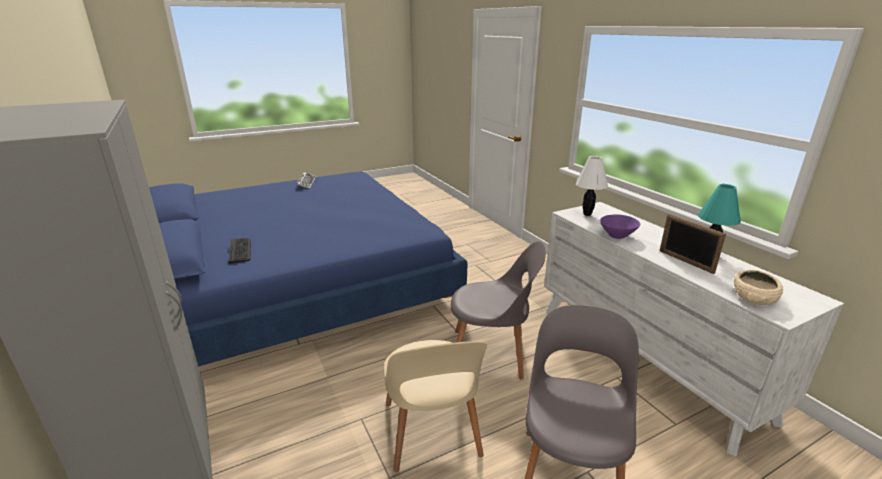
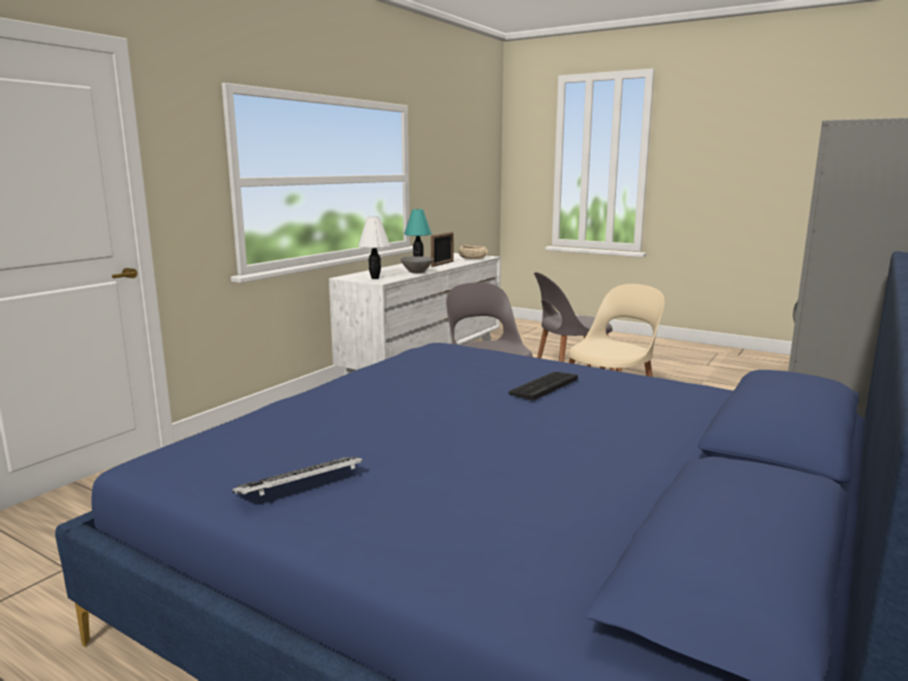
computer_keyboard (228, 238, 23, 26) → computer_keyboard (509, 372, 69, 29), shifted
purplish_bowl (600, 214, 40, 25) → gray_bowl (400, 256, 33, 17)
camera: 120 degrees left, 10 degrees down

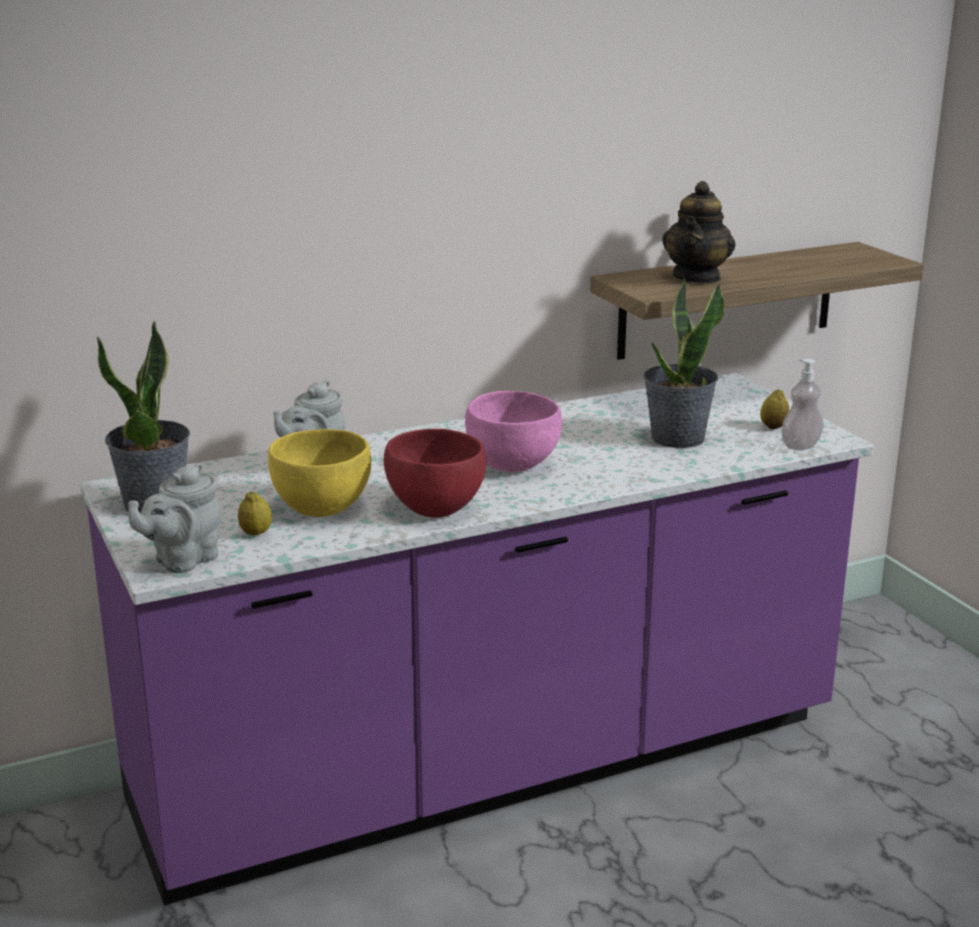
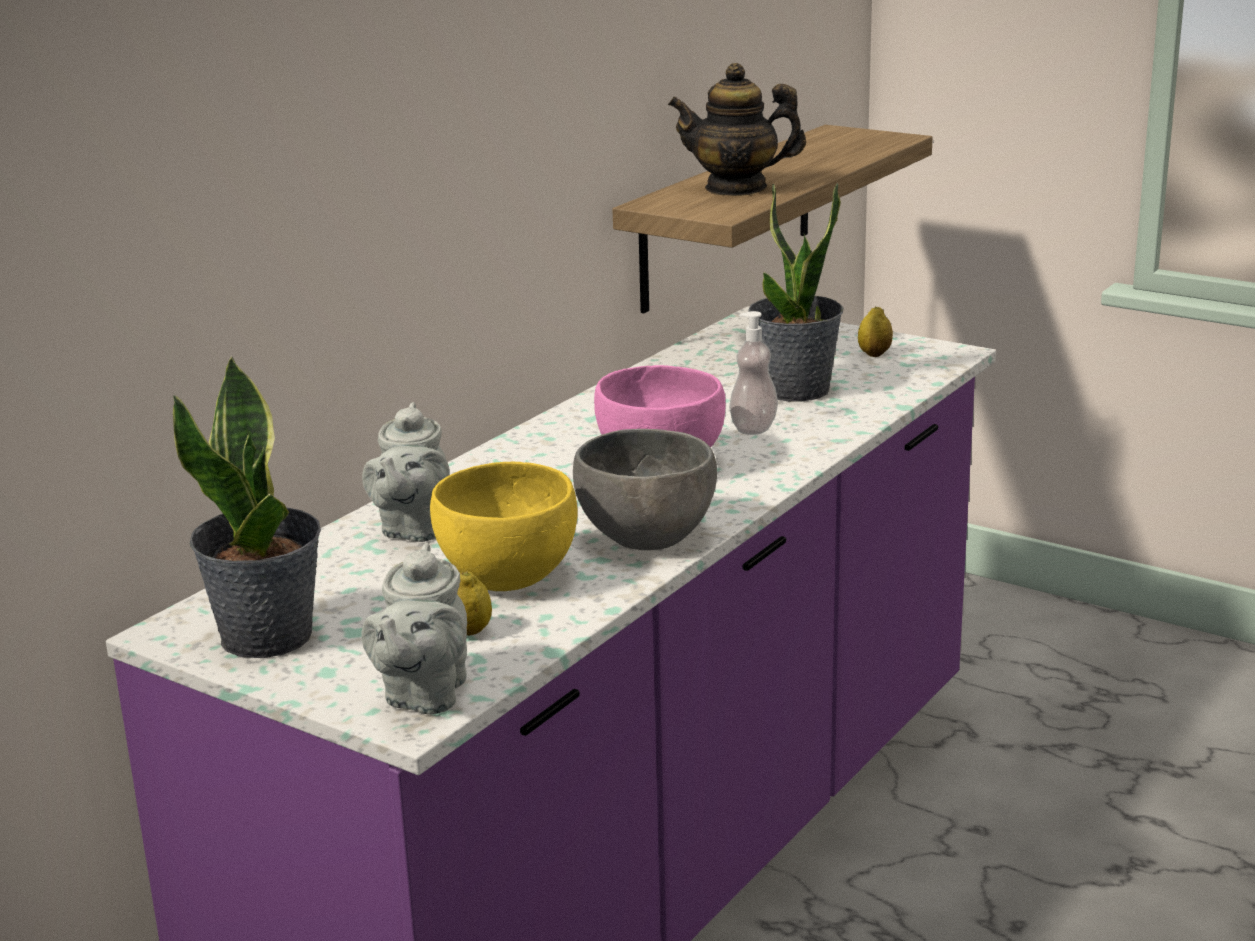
red-coloured_bowl (384, 429, 102, 88) → gray_bowl (573, 429, 144, 121)
pot_for_tea (662, 181, 74, 103) → pot_for_tea (668, 63, 138, 133), 105 degrees clockwise
liquid_soap_bottle (781, 359, 43, 91) → liquid_soap_bottle (729, 311, 49, 124), shifted
camera: 30 degrees left, 0 degrees up

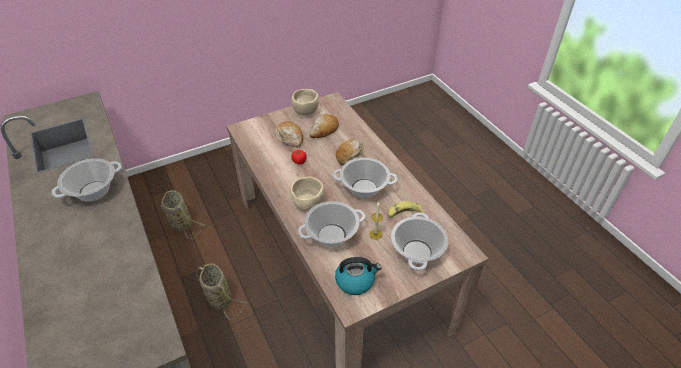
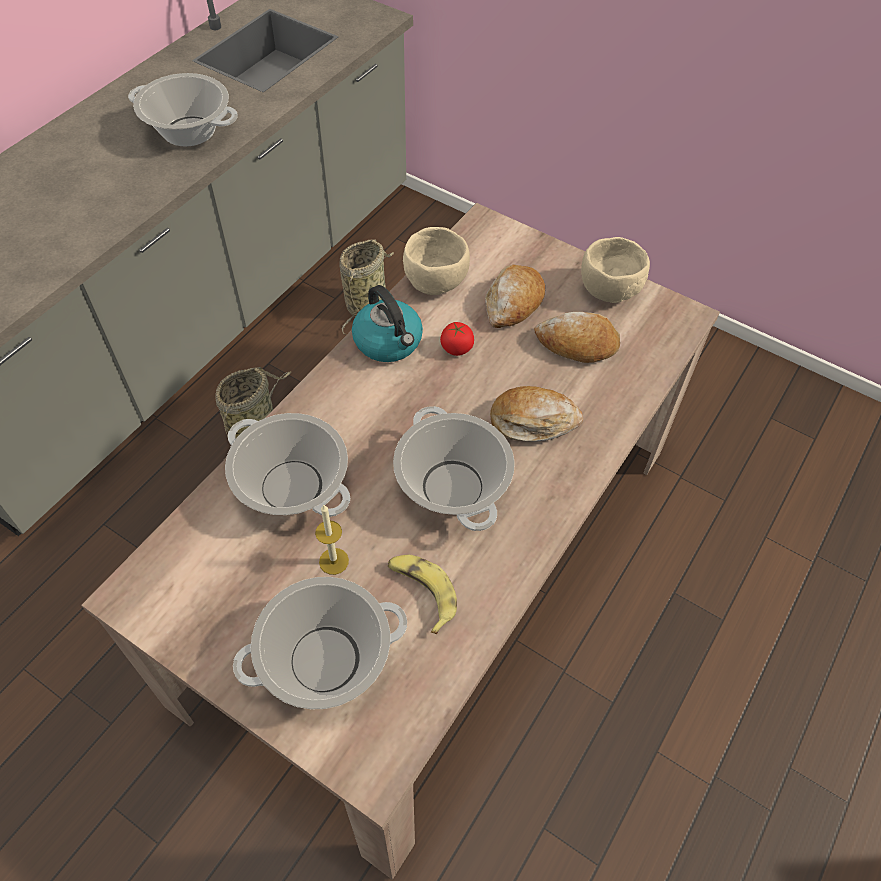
beige_bowl (290, 176, 34, 36) → beige_bowl (403, 227, 67, 68), shifted
tea_kettle (335, 257, 47, 38) → tea_kettle (352, 285, 71, 77), shifted
camera: 60 degrees right, 10 degrees up

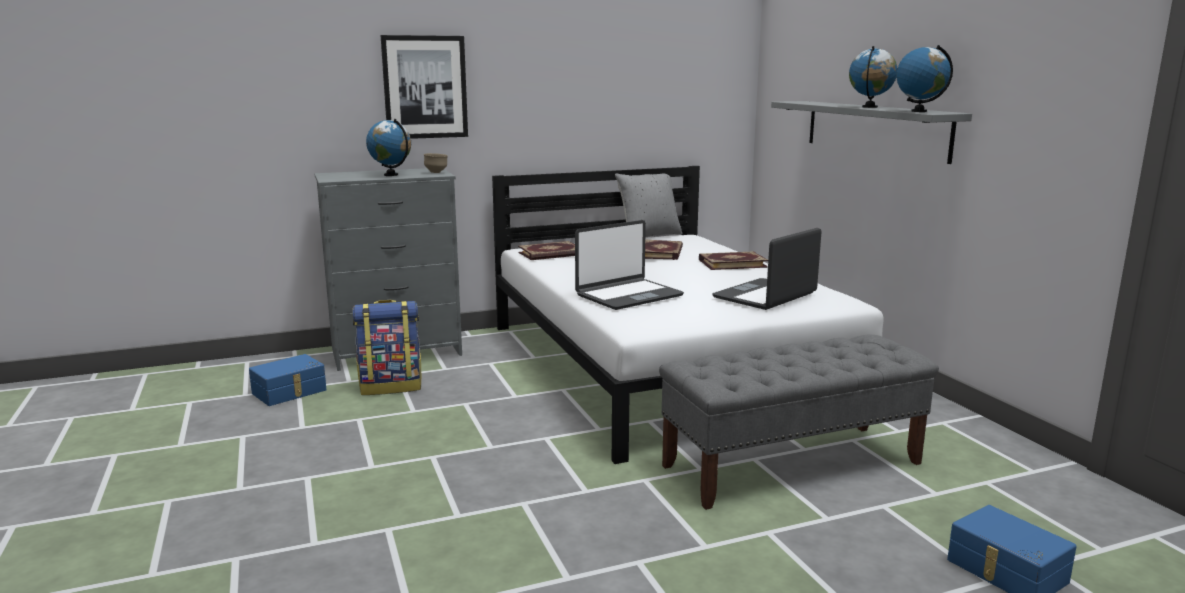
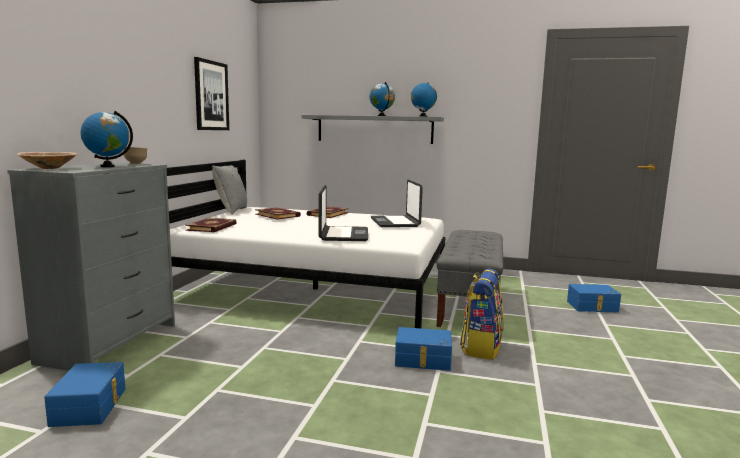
backpack (352, 300, 69, 95) → backpack (460, 269, 44, 91), shifted
wall_art (381, 35, 87, 104) → wall_art (194, 57, 35, 73), shifted
- → beige_bowl (17, 152, 60, 17)
- → blue_storage_box (395, 327, 57, 44)
camera: 55 degrees left, 5 degrees down

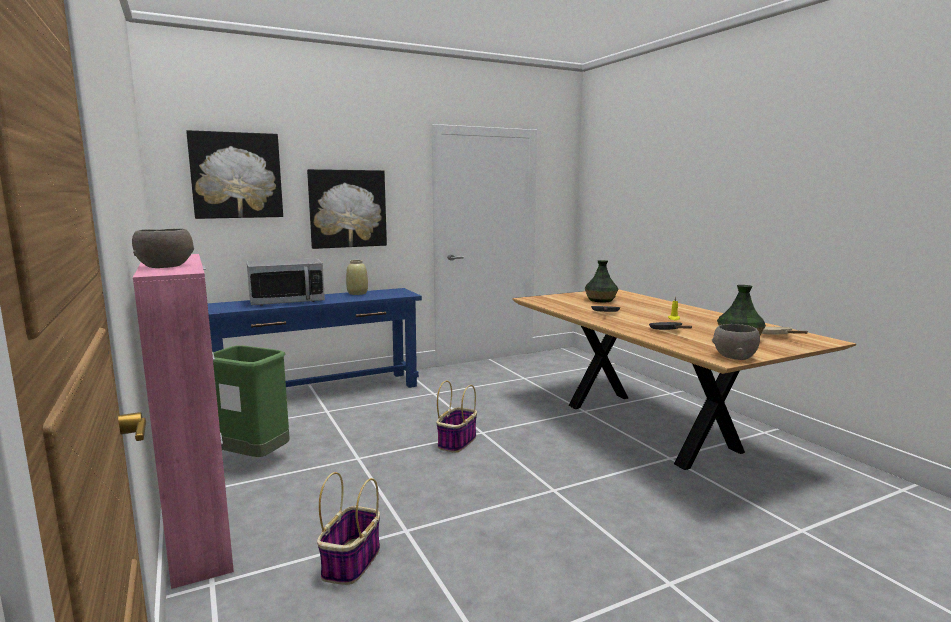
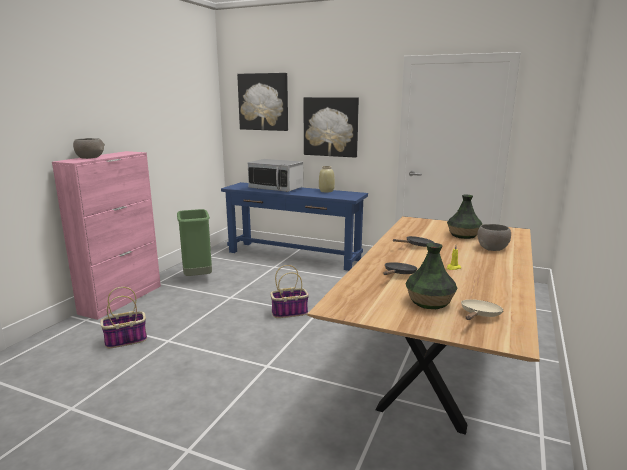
gray_bowl (712, 324, 48, 36) → gray_bowl (477, 224, 34, 27), shifted
camera: 50 degrees right, 5 degrees up

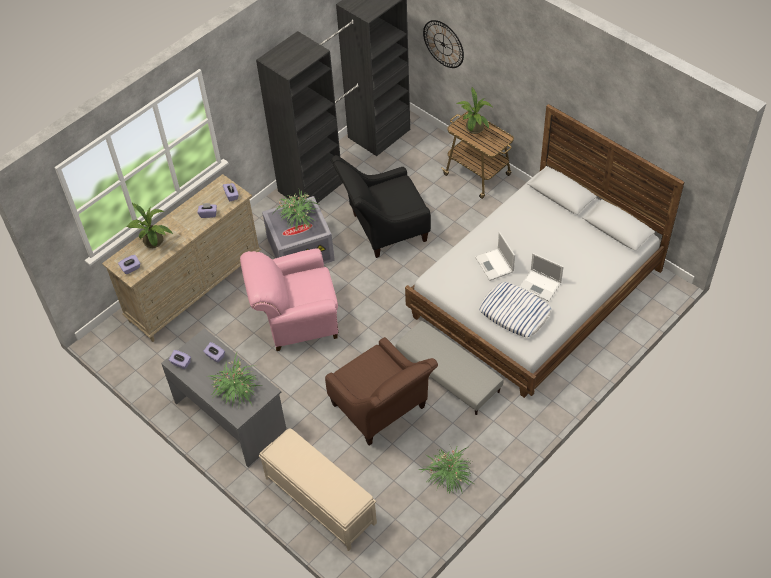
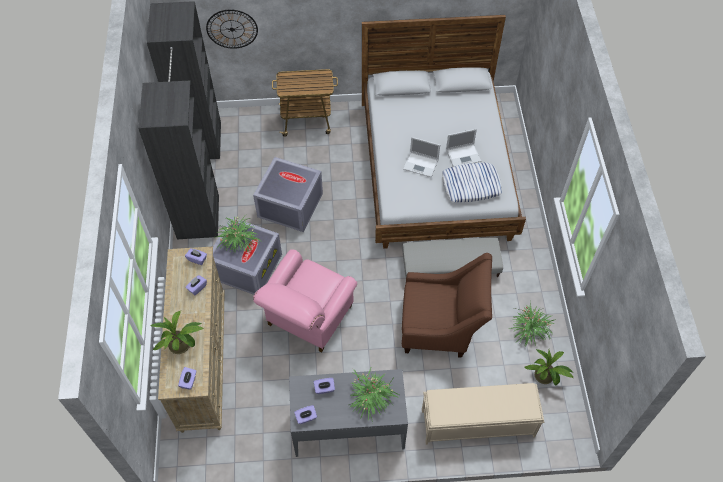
black-coloured_lounge_chair (331, 155, 100, 103) → gray_storage_box (253, 157, 70, 75)
houseplant (457, 87, 35, 47) → houseplant (524, 349, 49, 36), shifted
camera: 50 degrees left, 5 degrees up

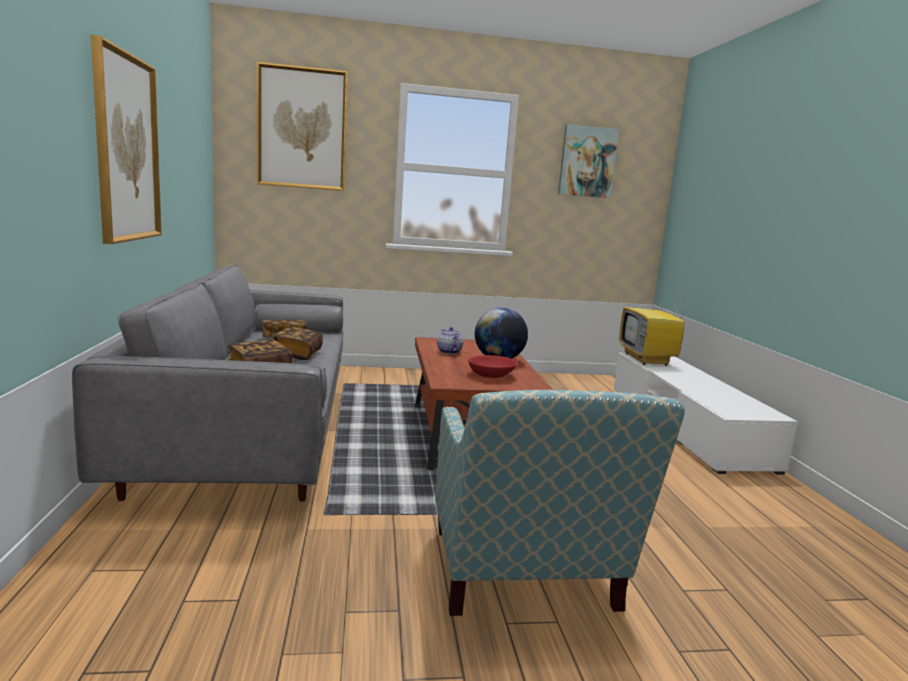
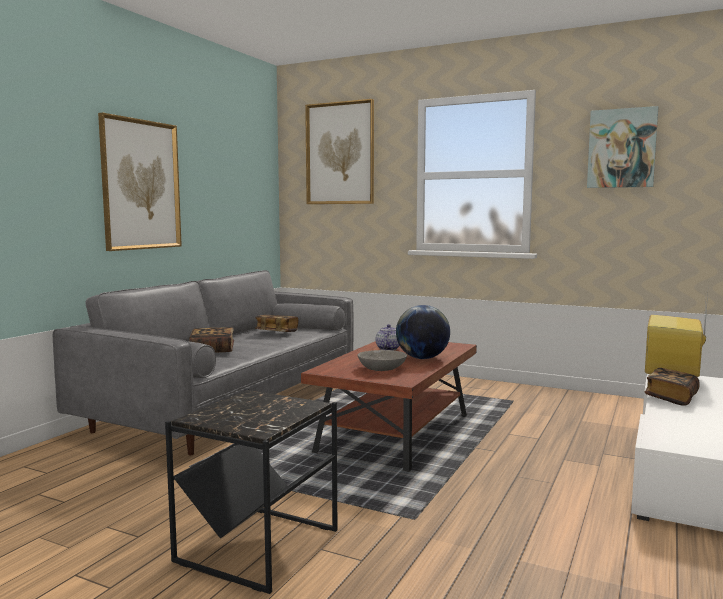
volume (273, 327, 50, 33) → volume (645, 368, 54, 38), shifted
lounge_chair (435, 390, 250, 226) → black-coloured_end_table (165, 389, 172, 205)
red-coloured_bowl (468, 355, 50, 23) → gray_bowl (358, 350, 49, 21)
camera: 35 degrees right, 5 degrees down

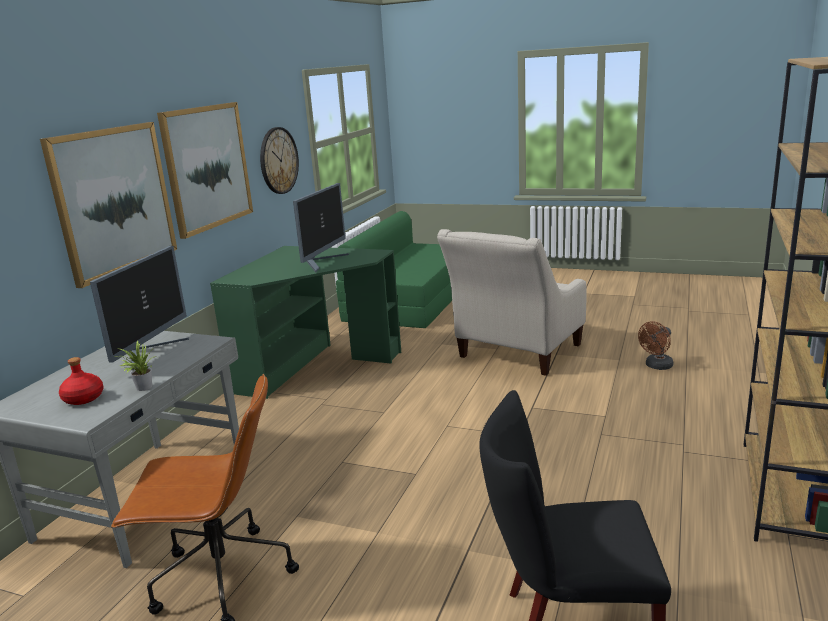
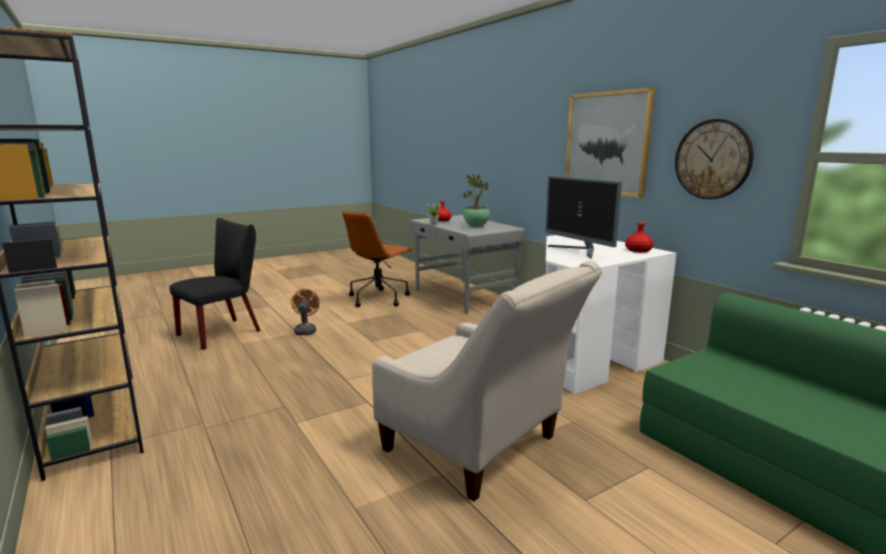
wall_art (40, 122, 137, 166) → -
monitor (90, 246, 99, 124) → houseplant (462, 174, 28, 53)
green_desk_unit (210, 246, 191, 153) → white-coloured_desk_unit (546, 235, 131, 160)
beige_lounge_chair (437, 229, 150, 147) → beige_lounge_chair (372, 261, 230, 240), 150 degrees clockwise
brown-coloured_cooling_fan (638, 321, 35, 49) → brown-coloured_cooling_fan (291, 289, 29, 46), shifted
- → red-coloured_beverage_bottle (625, 222, 29, 30)
camera: 125 degrees right, 5 degrees down

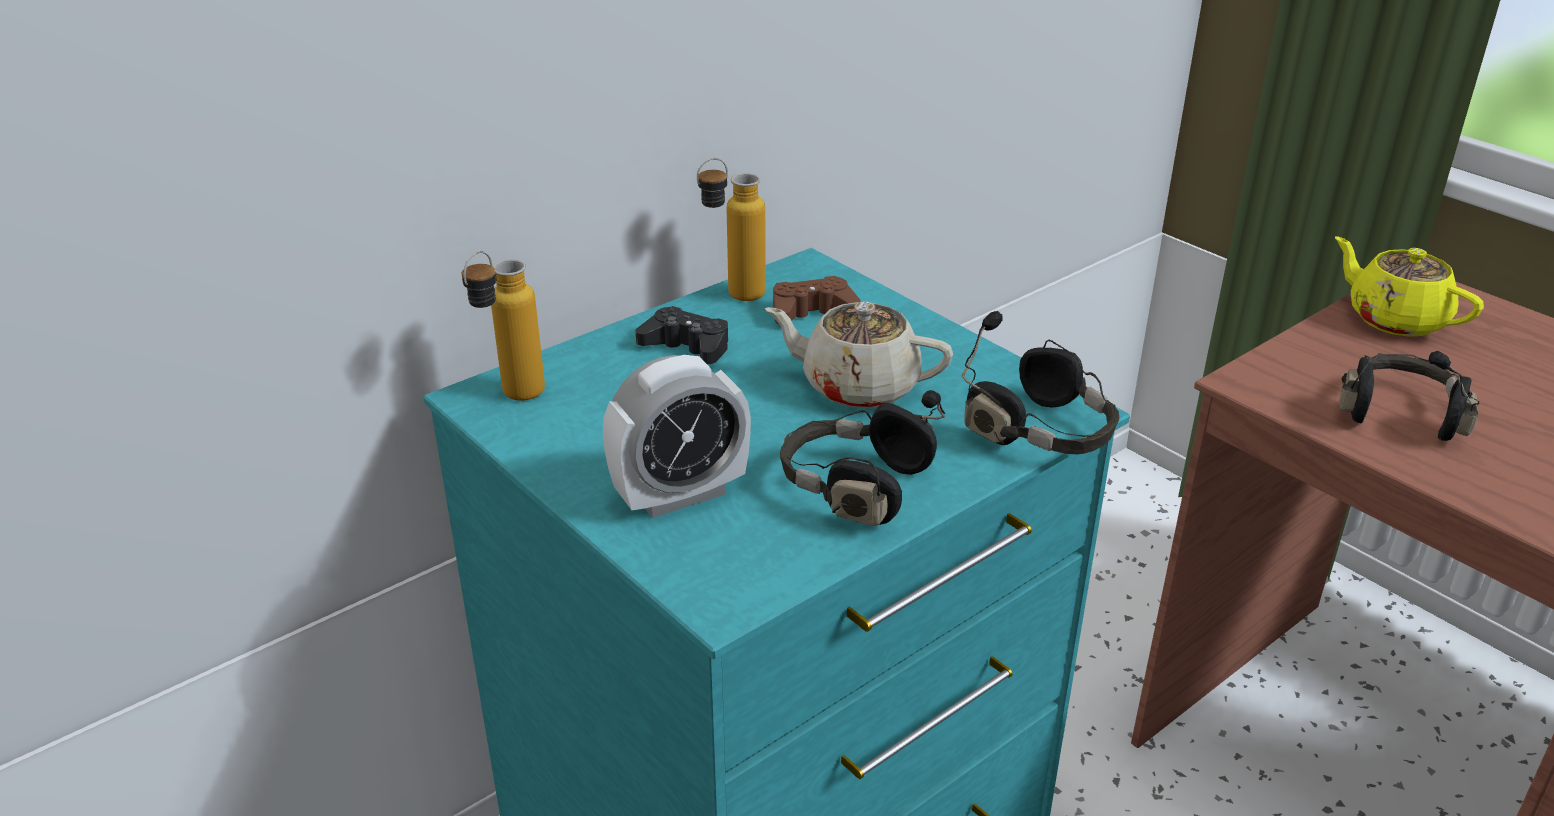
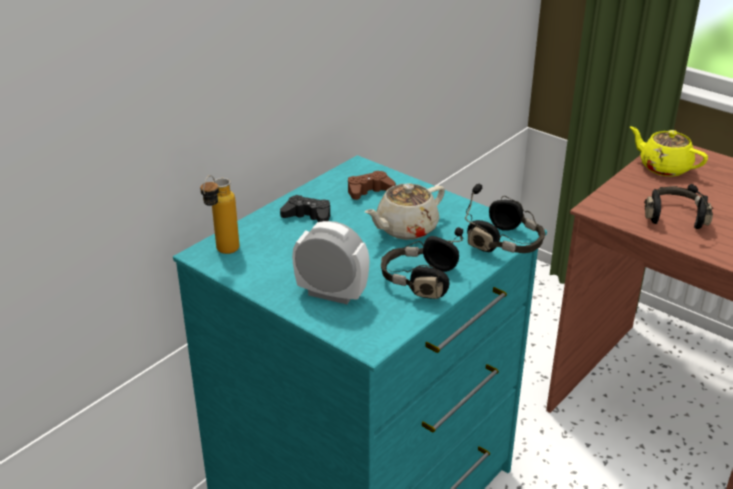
bedside_clock (603, 355, 148, 163) → bedside_clock (292, 221, 78, 83), 120 degrees counterclockwise
beverage_bottle (697, 158, 69, 143) → -
beige_pot_for_tea (765, 302, 188, 107) → beige_pot_for_tea (365, 183, 80, 57), 45 degrees counterclockwise
camera: 10 degrees left, 0 degrees up

